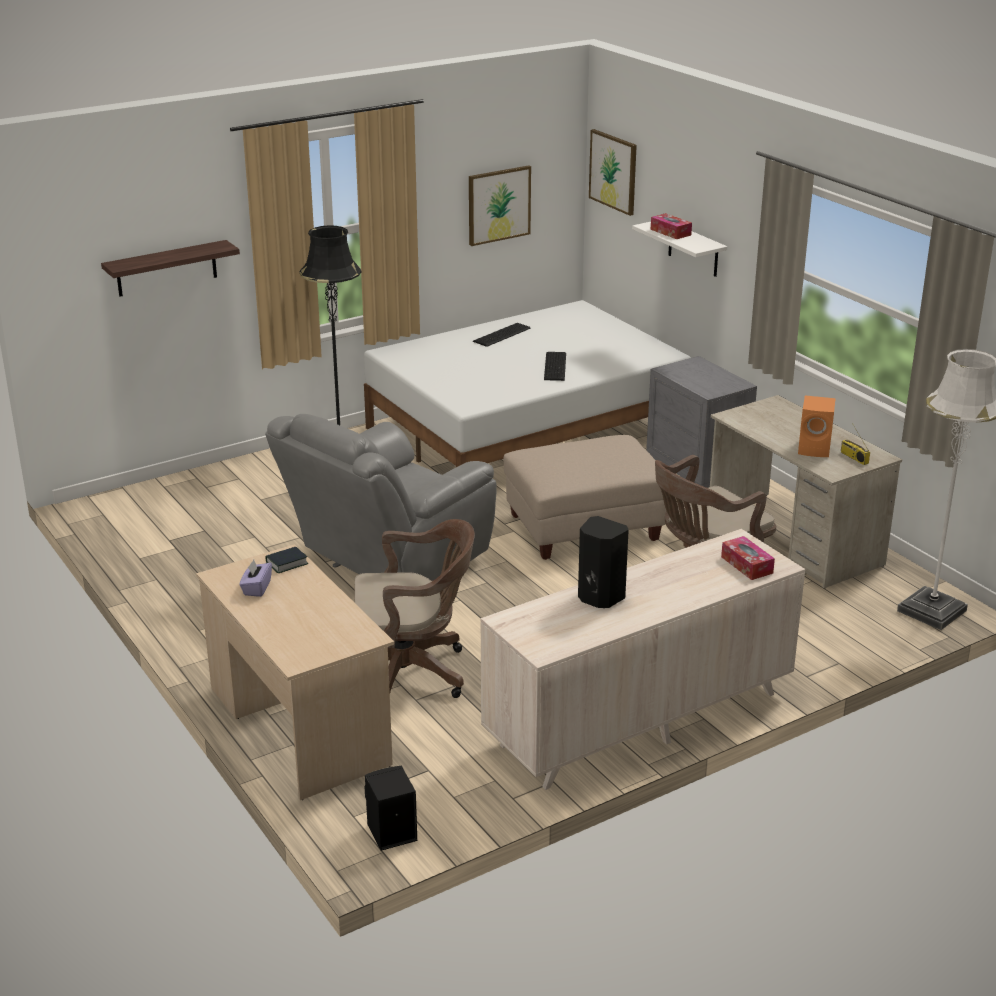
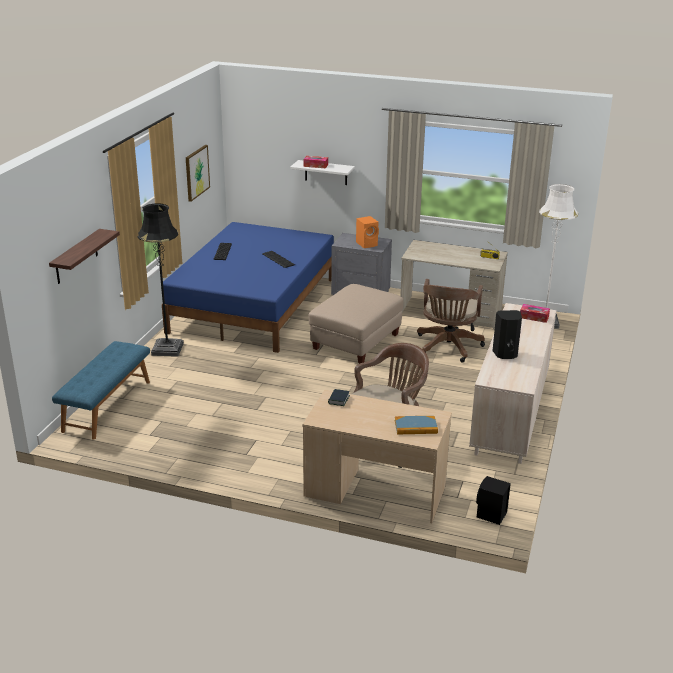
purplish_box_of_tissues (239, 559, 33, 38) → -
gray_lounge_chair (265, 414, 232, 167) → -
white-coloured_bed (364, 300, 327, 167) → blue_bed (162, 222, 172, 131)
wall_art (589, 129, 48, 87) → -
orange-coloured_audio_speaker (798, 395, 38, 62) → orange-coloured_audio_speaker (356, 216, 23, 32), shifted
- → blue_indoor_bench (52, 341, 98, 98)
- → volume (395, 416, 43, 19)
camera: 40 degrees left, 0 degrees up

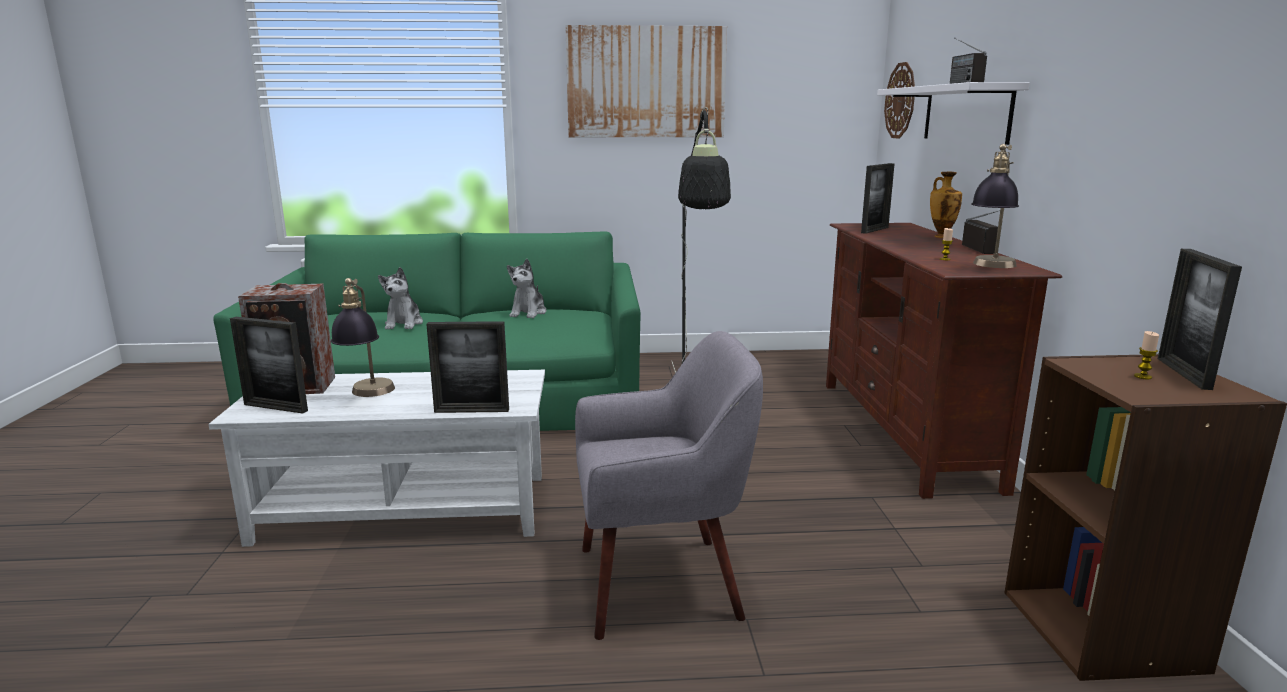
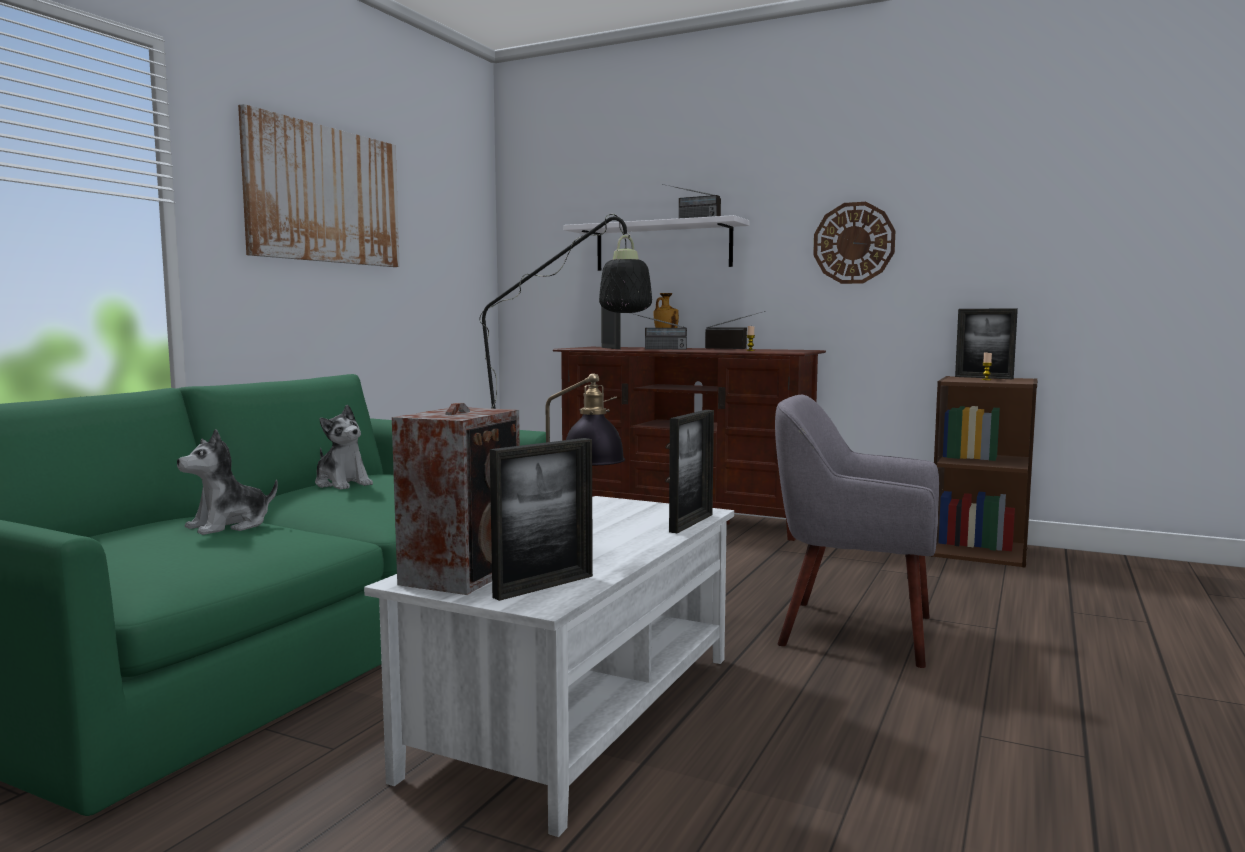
cuddly_toy (378, 267, 45, 62) → cuddly_toy (177, 429, 101, 106), 105 degrees clockwise
gray_lounge_chair (575, 331, 188, 309) → gray_lounge_chair (775, 395, 164, 273), 90 degrees counterclockwise
clock_on_the_wall (884, 62, 31, 77) → clock_on_the_wall (813, 202, 83, 82), shifted
lamp_for_a_table (971, 144, 48, 124) → -
- → radio_set (630, 313, 57, 36)
camera: 60 degrees left, 10 degrees down

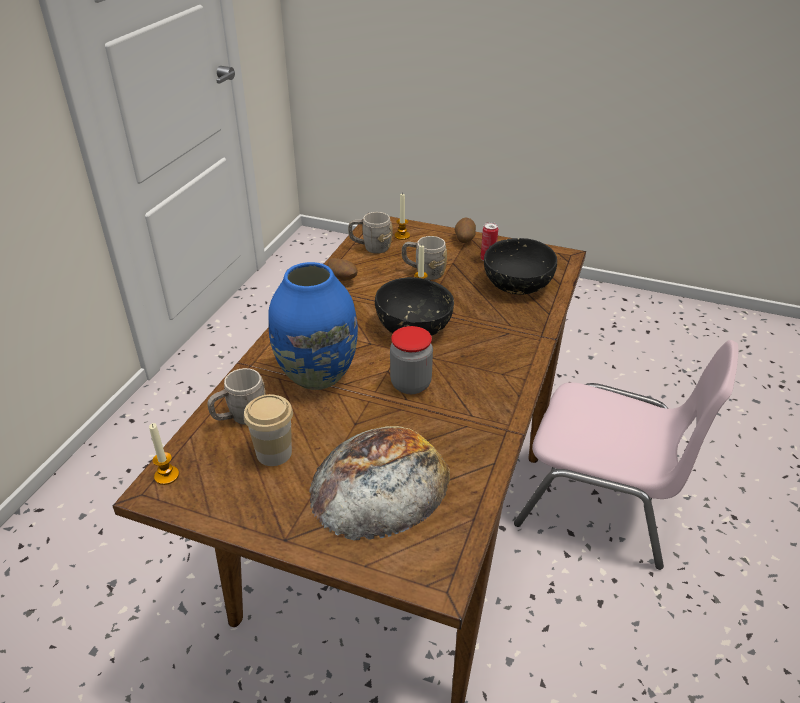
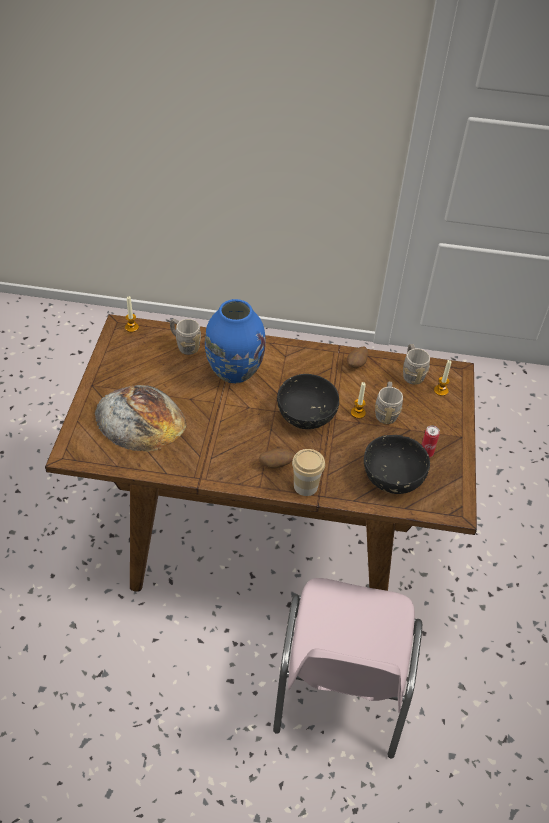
cup (244, 394, 49, 72) → cup (292, 449, 33, 47), shifted
jar (390, 326, 43, 68) → -
whole_potato (455, 217, 21, 26) → whole_potato (259, 448, 35, 20), shifted
camera: 75 degrees right, 10 degrees up

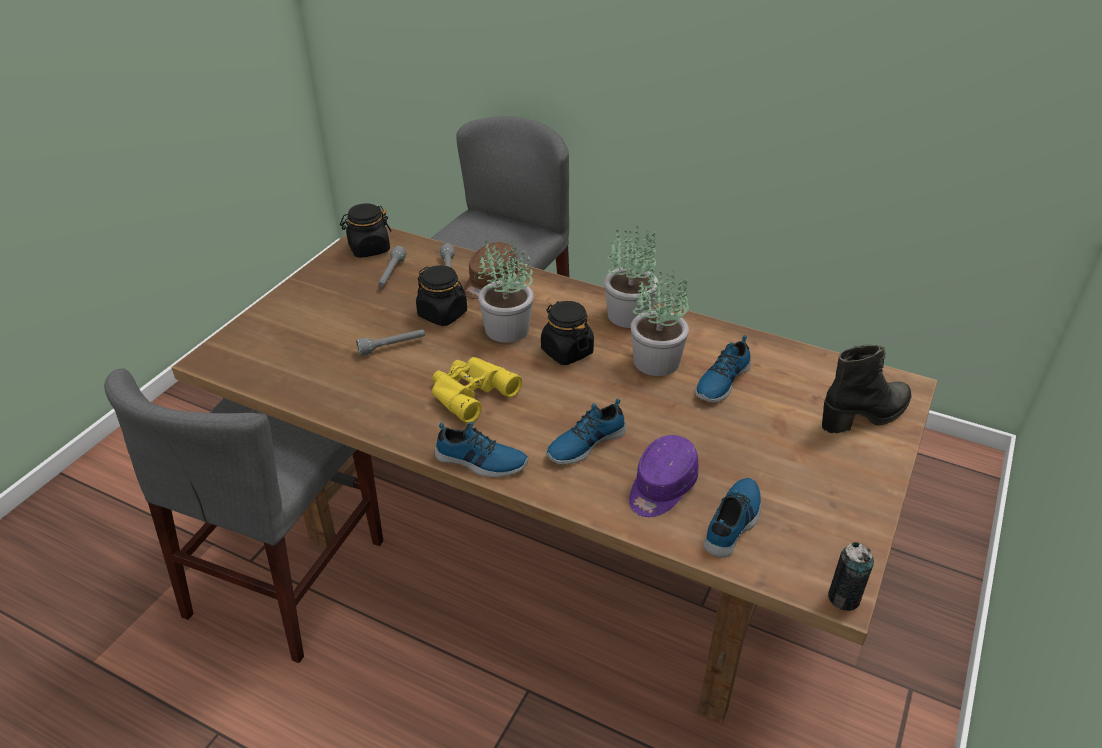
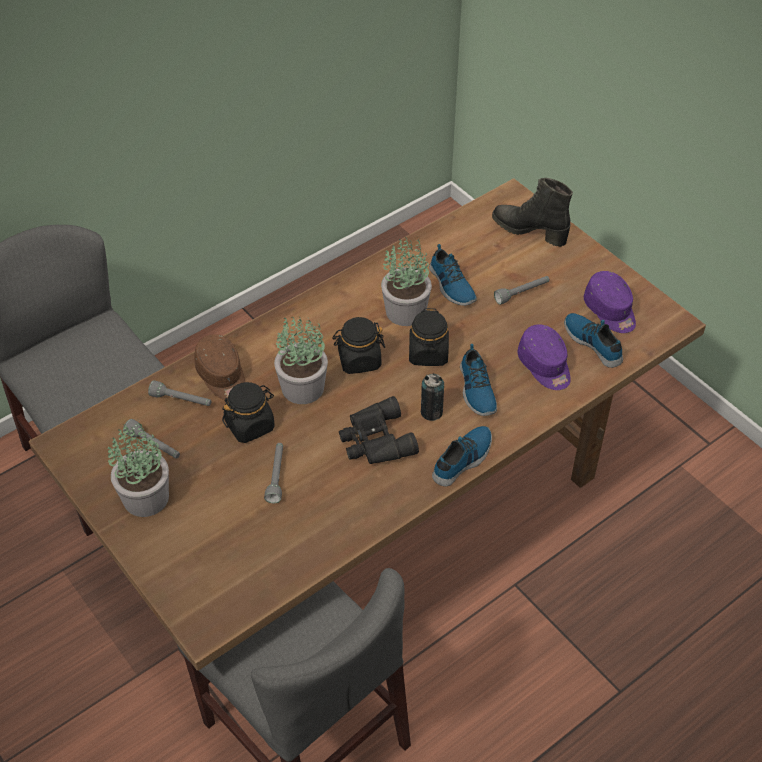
black-coloured_jar (340, 203, 51, 55) → black-coloured_jar (409, 308, 40, 58), shifted
yellowish_field_glasses (432, 357, 90, 66) → black-coloured_field_glasses (339, 396, 80, 68)
houseplant (604, 226, 54, 102) → houseplant (107, 424, 62, 93), shifted
black-coloured_boot (822, 345, 89, 88) → black-coloured_boot (492, 178, 81, 69), 60 degrees counterclockwise
can (828, 542, 46, 69) → can (421, 373, 23, 48), shifted
- → gray_flashlight (494, 276, 56, 29)
- → purplish_baseball_cap (584, 271, 52, 62)
camera: 65 degrees left, 10 degrees up

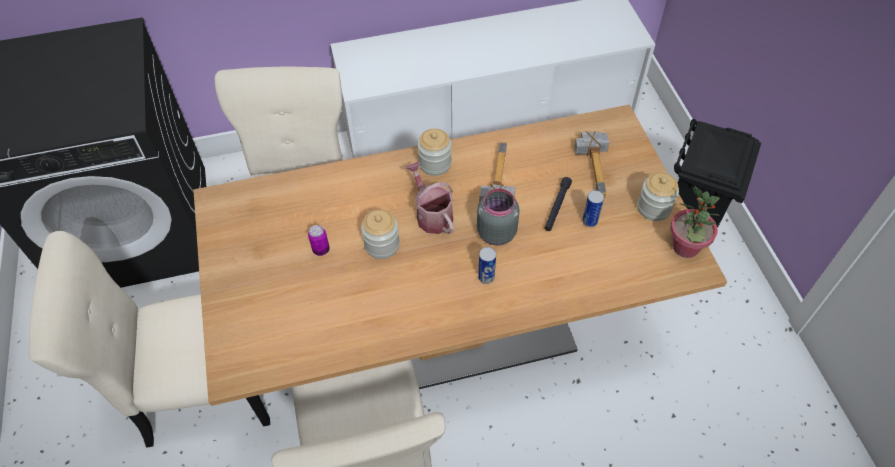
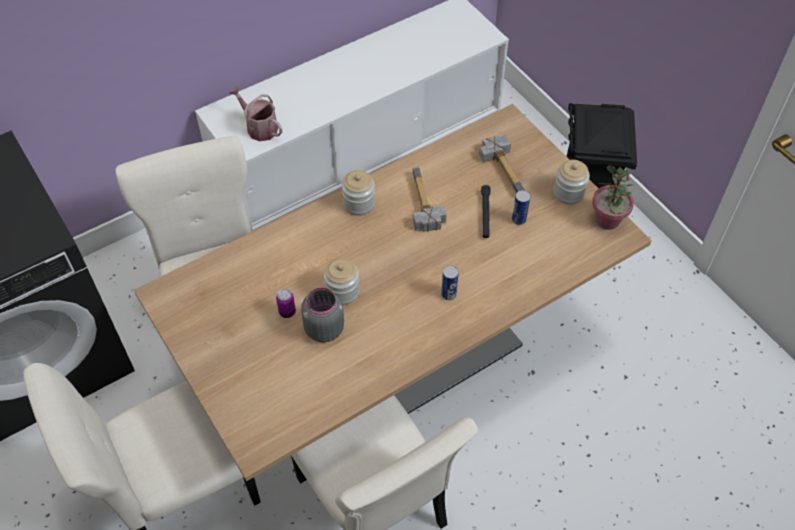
sprinkling_can (406, 162, 48, 72) → sprinkling_can (228, 86, 55, 55), shifted
gray_jar (477, 189, 43, 57) → gray_jar (301, 288, 43, 55), shifted
camera: 20 degrees left, 0 degrees up

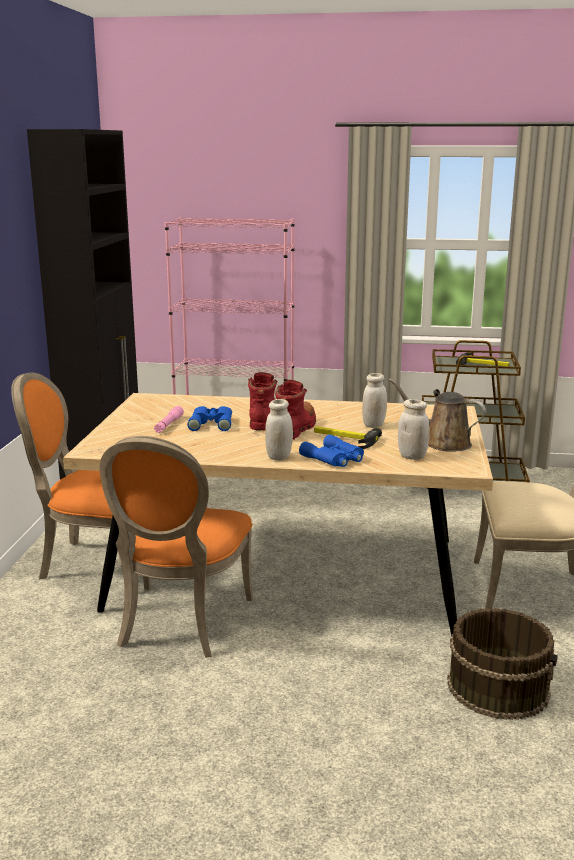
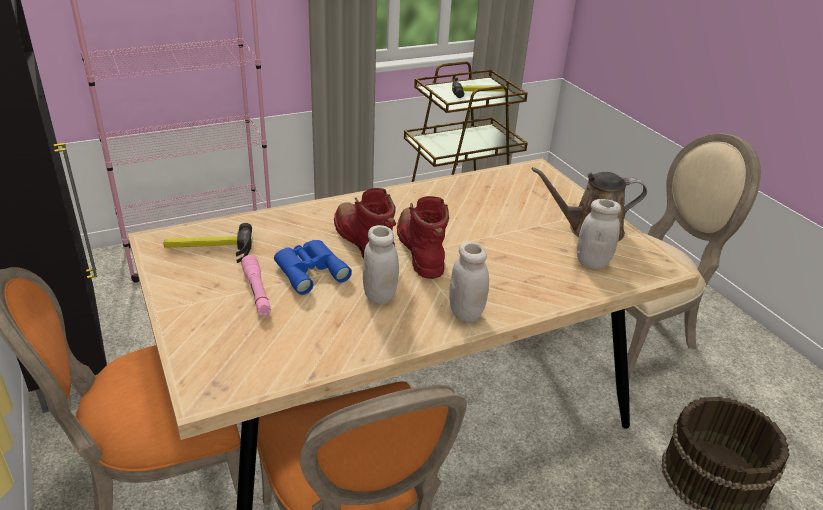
blue_field_glasses (299, 435, 65, 32) → -
hand_hammer (314, 426, 68, 23) → hand_hammer (164, 223, 88, 40), shifted
white-coloured_jar (362, 373, 25, 55) → white-coloured_jar (363, 225, 36, 79), shifted
camera: 35 degrees left, 15 degrees up

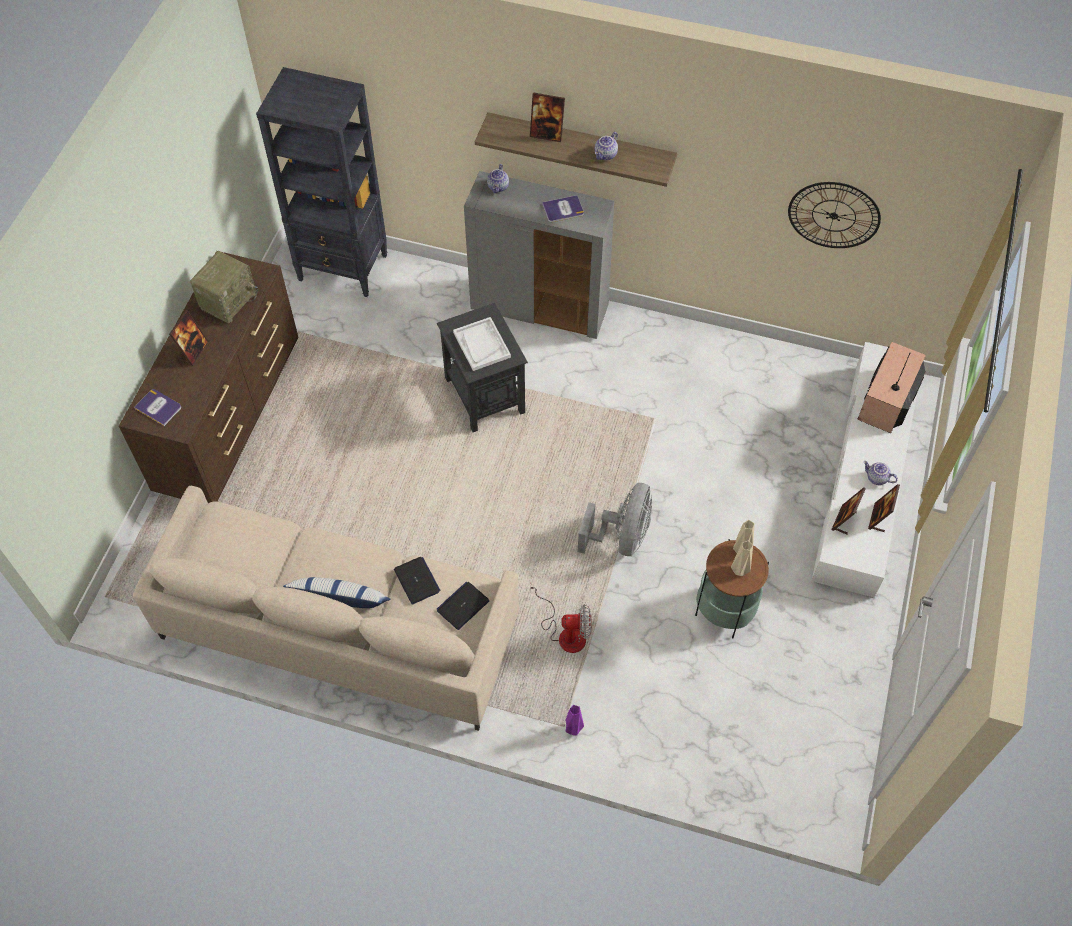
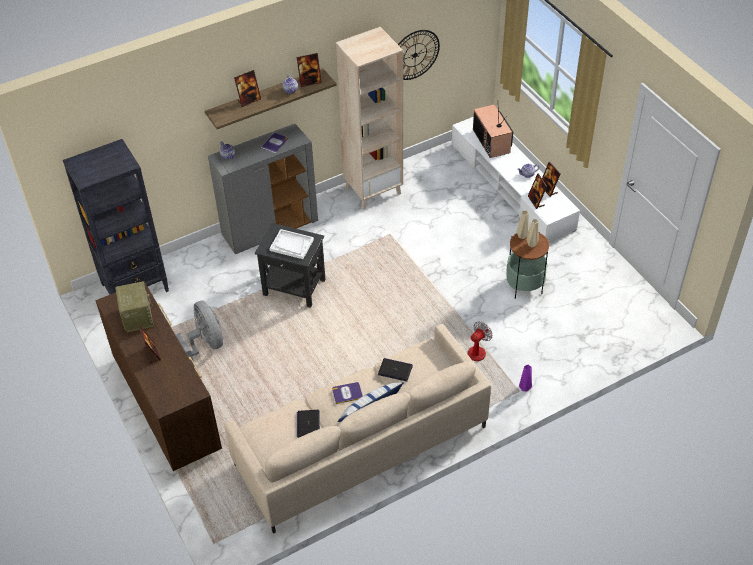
volume (134, 389, 47, 37) → volume (332, 382, 31, 22), shifted
portable_computer (436, 582, 54, 48) → portable_computer (297, 410, 23, 28), shifted
gray_cooling_fan (578, 483, 74, 73) → gray_cooling_fan (176, 300, 47, 67), shifted
- → photo_frame (297, 53, 25, 34)
- → beige_bookcase (336, 27, 67, 183)
camera: 45 degrees left, 10 degrees down

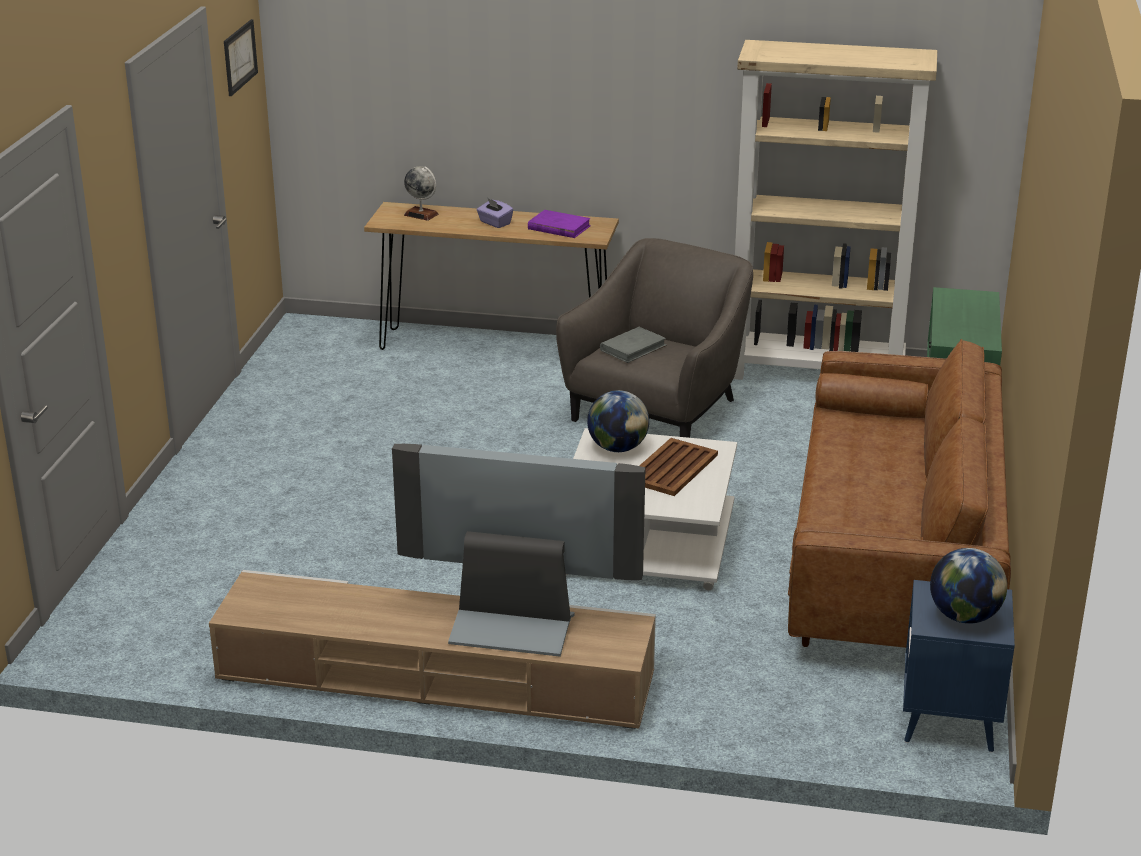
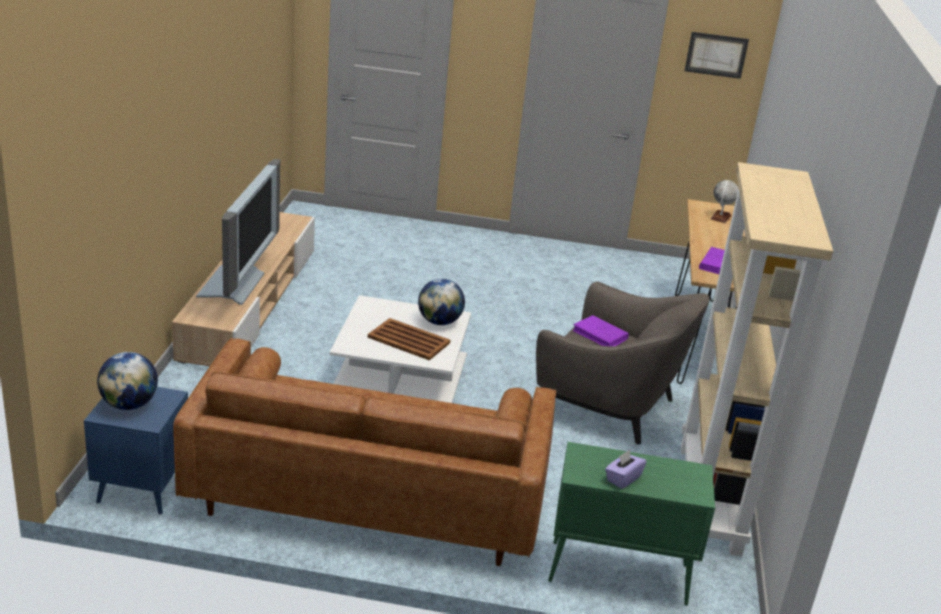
purplish_box_of_tissues (477, 198, 36, 30) → purplish_box_of_tissues (605, 450, 42, 39), shifted
gray_volume (600, 327, 67, 36) → purplish_volume (573, 315, 56, 31)
camera: 85 degrees right, 0 degrees up

